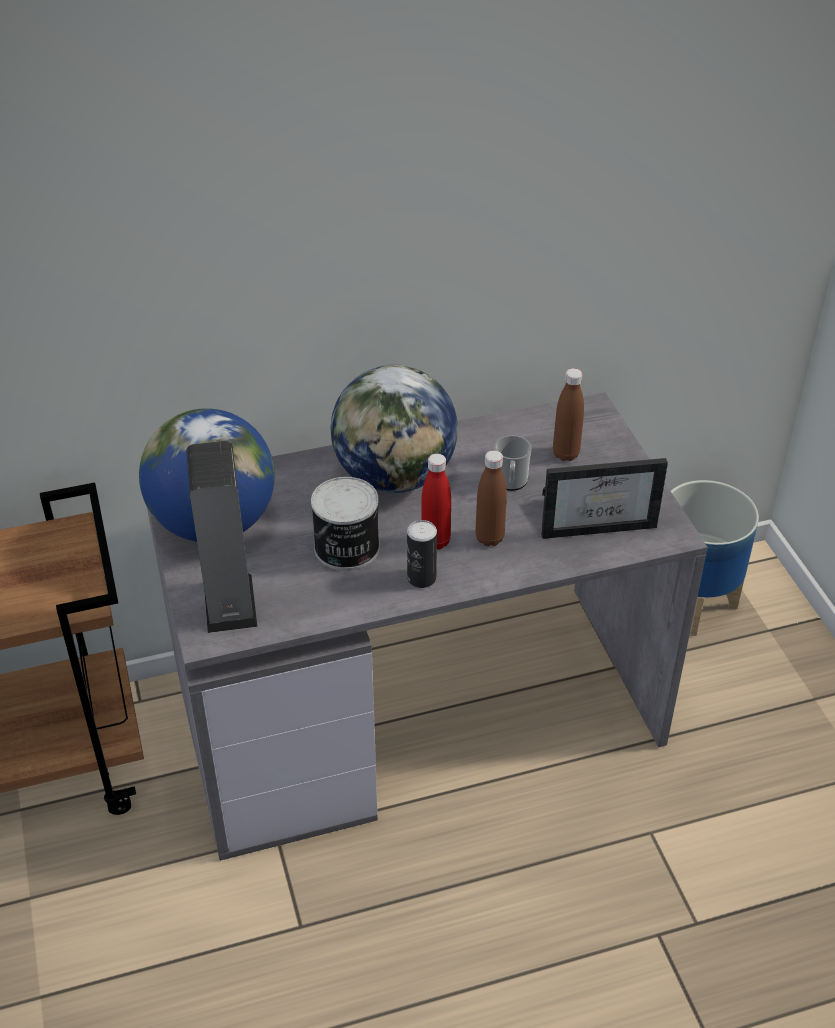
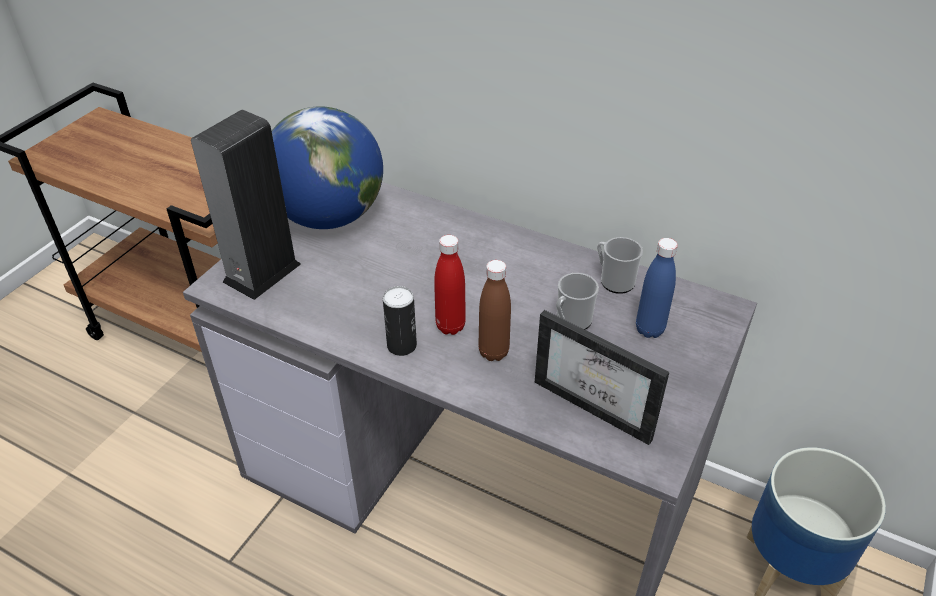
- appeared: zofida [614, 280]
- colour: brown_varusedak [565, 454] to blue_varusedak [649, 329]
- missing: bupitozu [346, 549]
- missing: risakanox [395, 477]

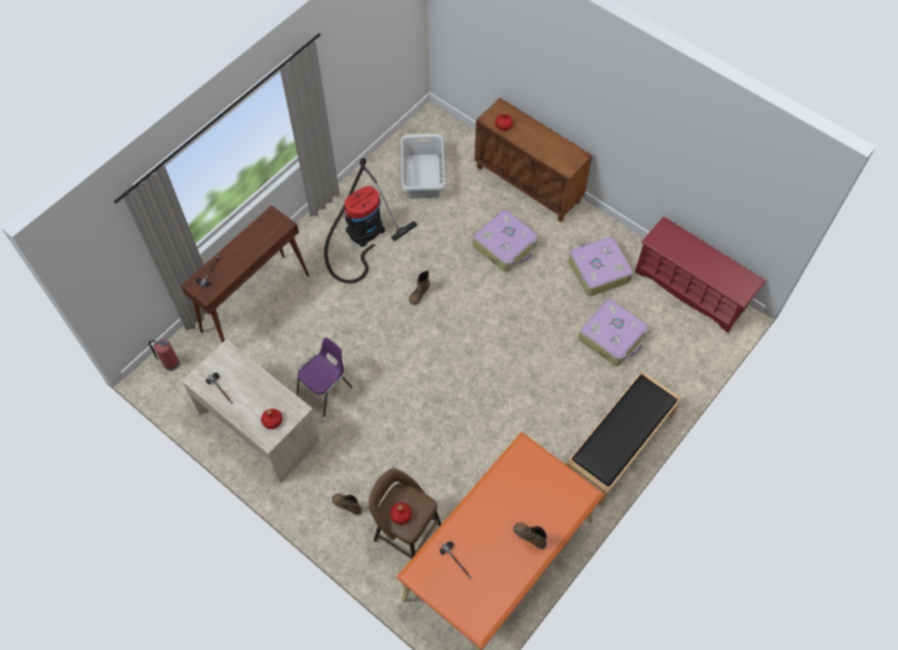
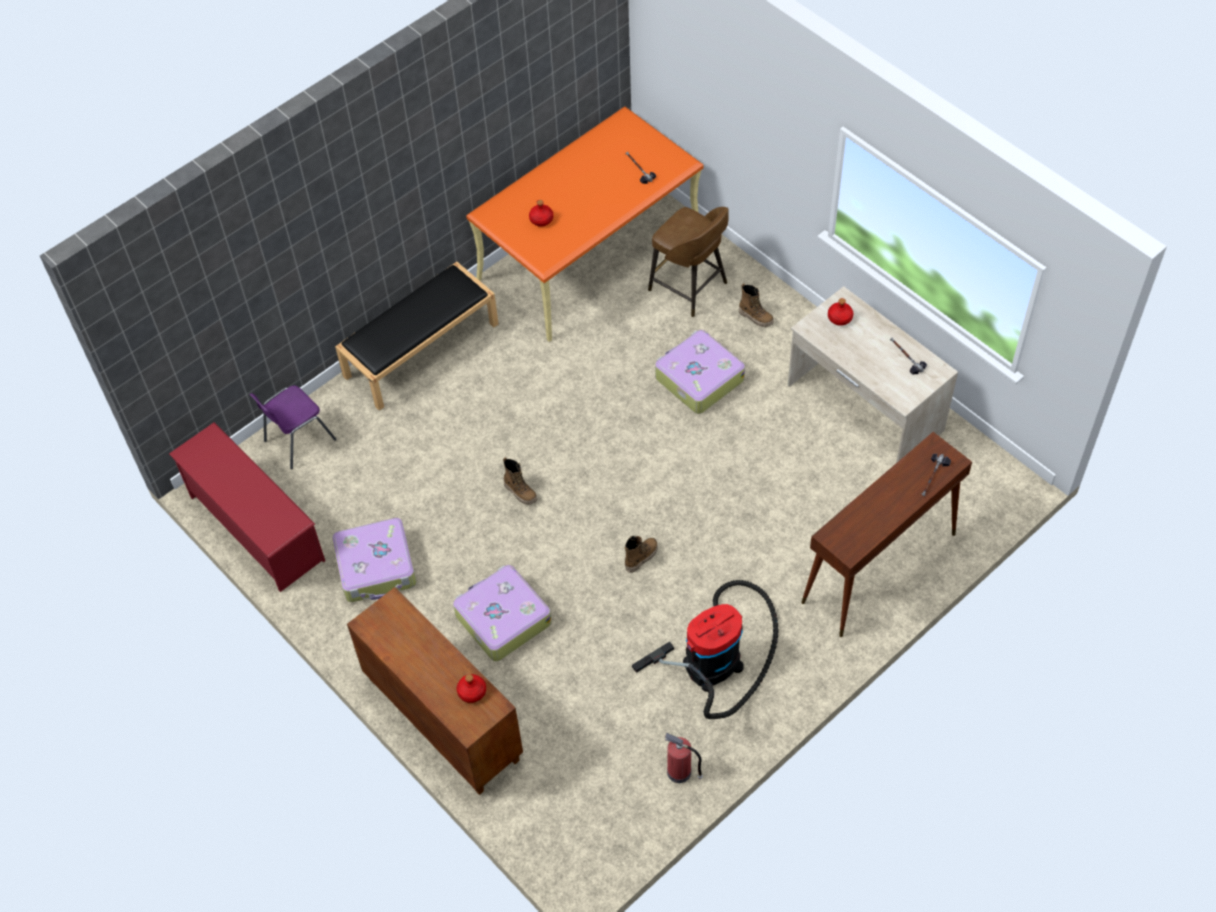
- relocated: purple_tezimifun [326, 390] to [298, 441]
- relocated: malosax [529, 537] to [520, 492]
- relocated: red_varusedak [400, 515] to [541, 219]
- relocated: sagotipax [612, 337] to [698, 379]
- relocated: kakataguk [170, 363] to [680, 772]
- missing: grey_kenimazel [423, 176]

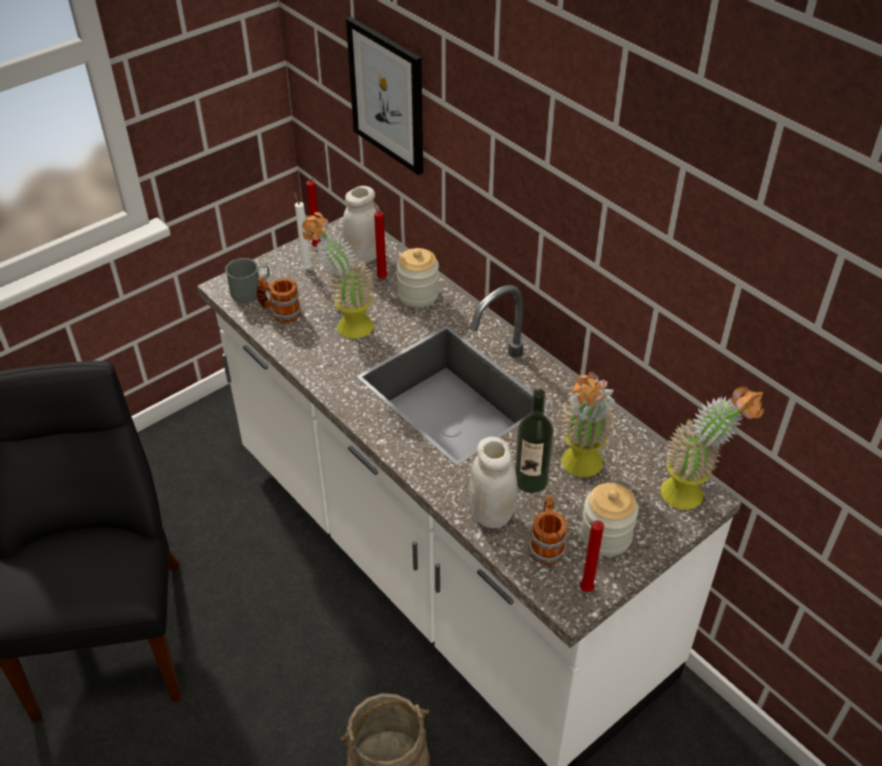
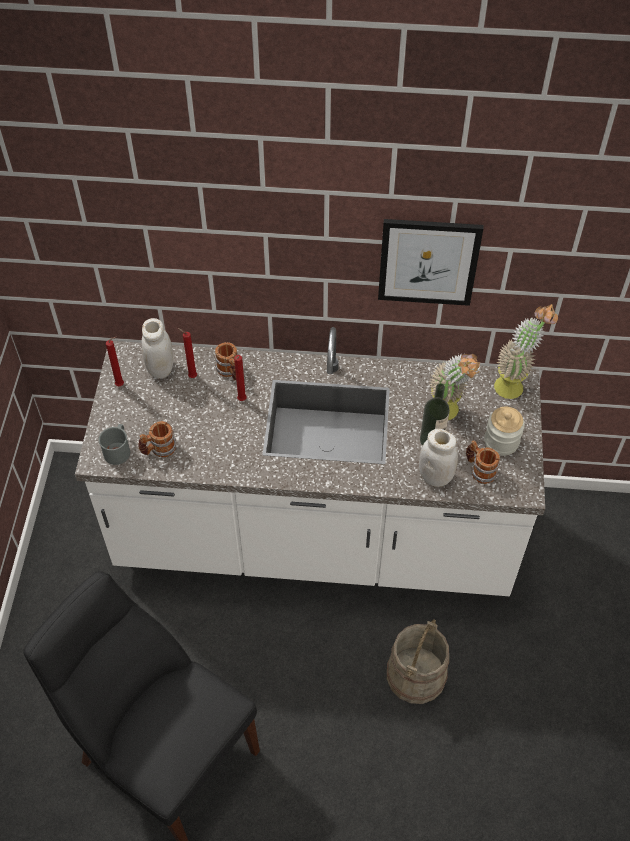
- exchanged: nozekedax [418, 295] to zofida [230, 372]
- relocated: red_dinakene [584, 590] to [241, 400]
- relocated: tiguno [387, 96] to [428, 261]
- missing: white_dinakene [306, 268]
- missing: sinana [345, 326]

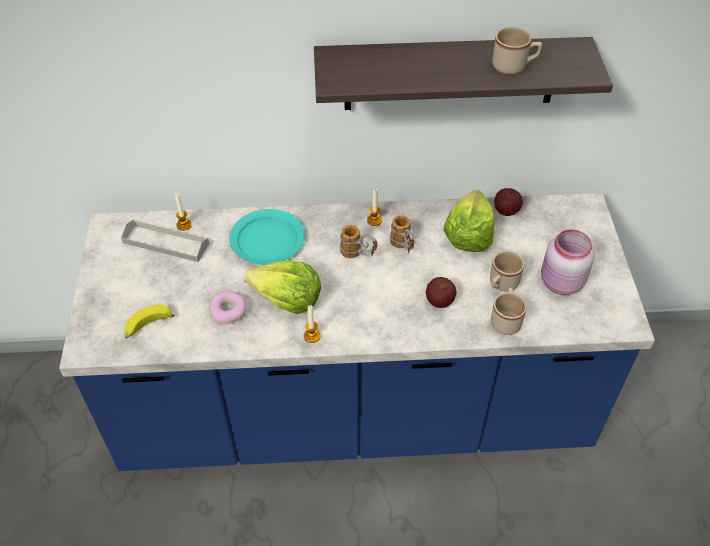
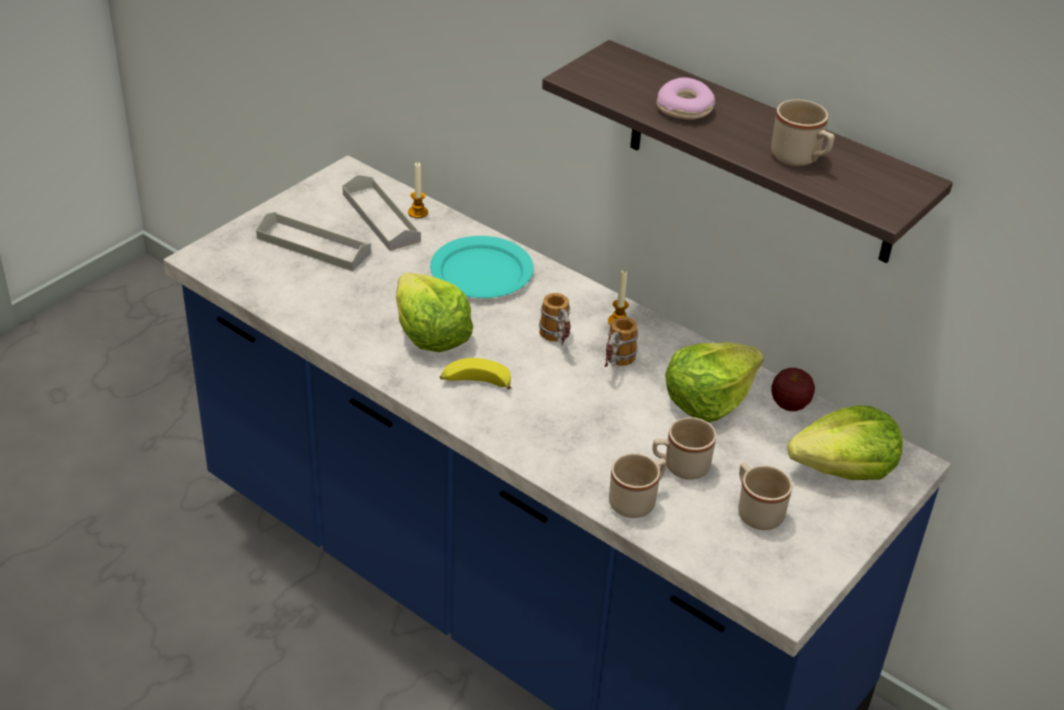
- appeared: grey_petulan [313, 245]
- relocated: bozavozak [147, 326] to [475, 383]
- relocated: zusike [228, 311] to [685, 108]
- exchanged: pink_nozekedax [560, 283] to beige_zofida [756, 511]
- appeared: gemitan [844, 469]
- missing: dinakene [312, 336]
- missing: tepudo [439, 301]

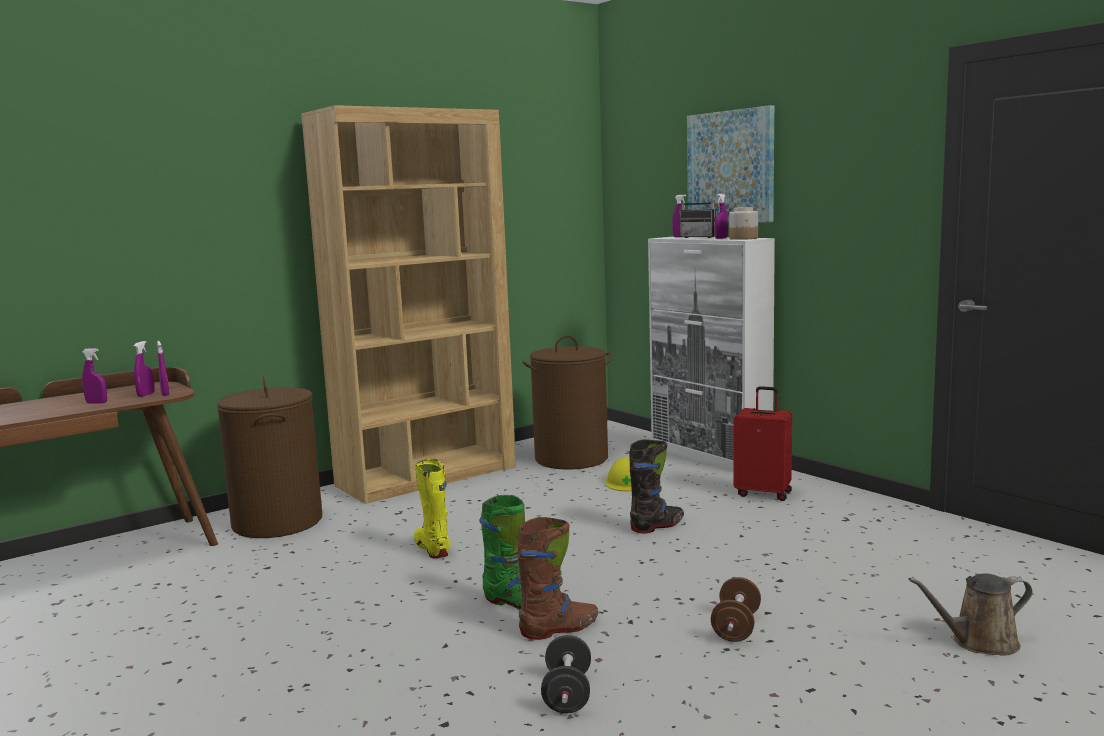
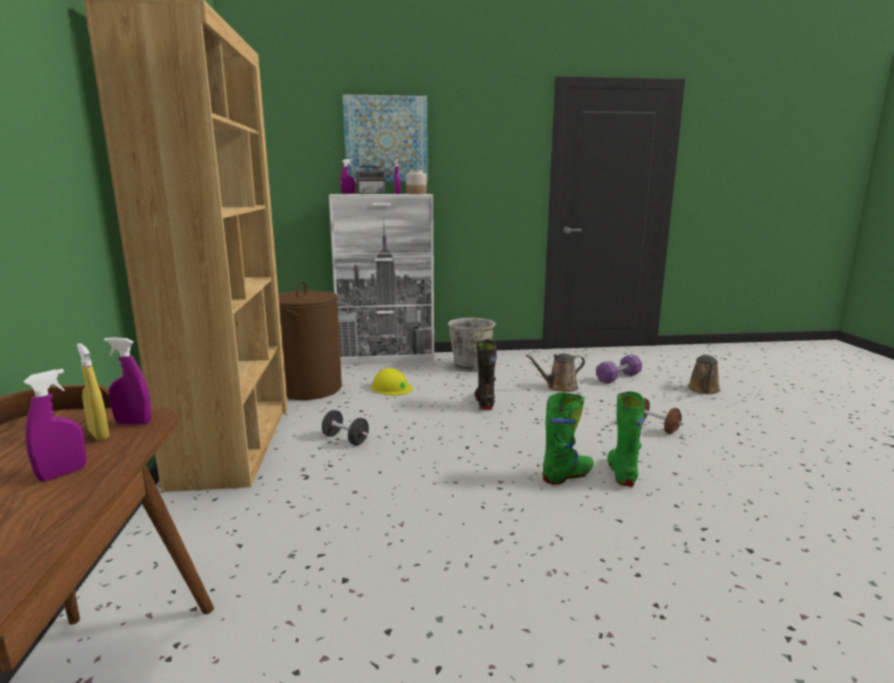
- colour: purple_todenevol [146, 395] to yellow_todenevol [99, 435]
- relocated: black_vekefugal [567, 694] to [345, 439]
- exchanged: red_sagotipax [763, 493] to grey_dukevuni [471, 367]
- appeared: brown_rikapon [559, 387]
- appeared: purple_vekefugal [618, 377]
- colour: brown_malosax [559, 629] to green_malosax [621, 473]
- missing: brown_kenimazel [278, 522]
- missing: yellow_malosax [432, 549]

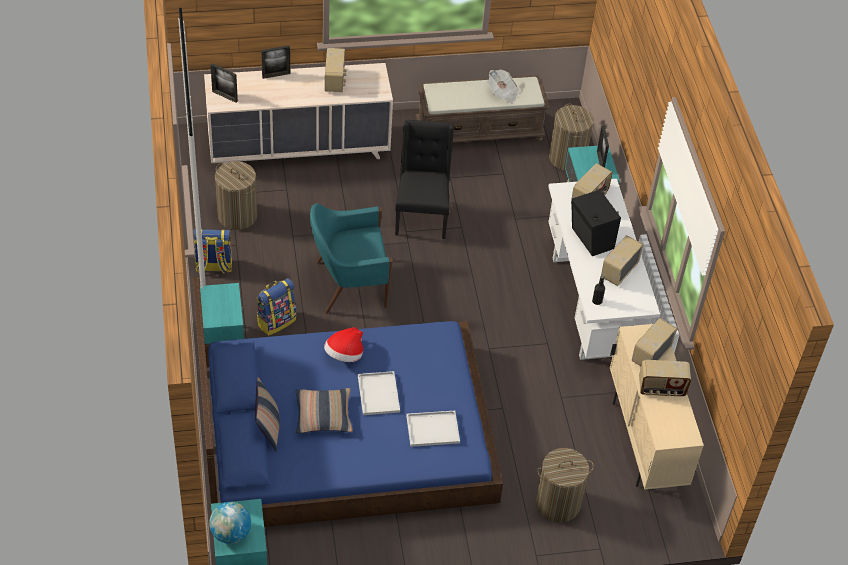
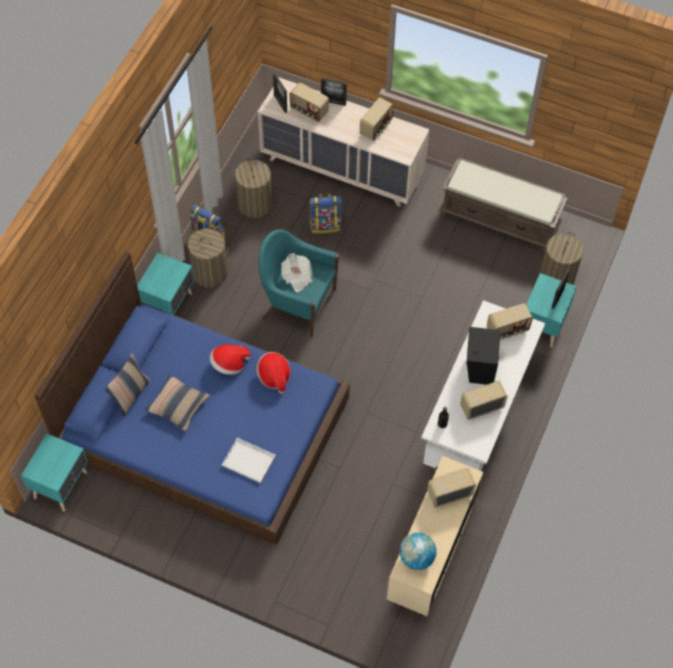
- relocated: kenimazel [558, 504] to [210, 273]
- appeared: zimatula [274, 376]
- relocated: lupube [502, 93] to [297, 277]
- relocated: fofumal [661, 389] to [308, 111]
- relocated: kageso [276, 321] to [325, 225]
- relocated: risakanox [231, 533] to [416, 558]
- missing: white_petulan [378, 393]
- missing: black_tezimifun [421, 216]

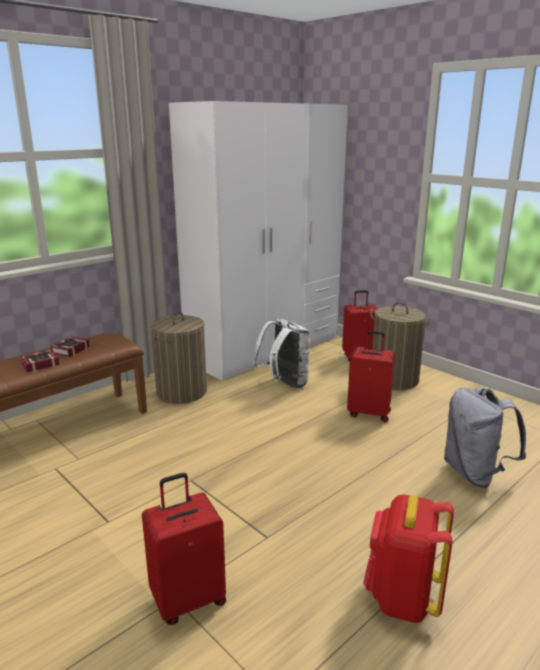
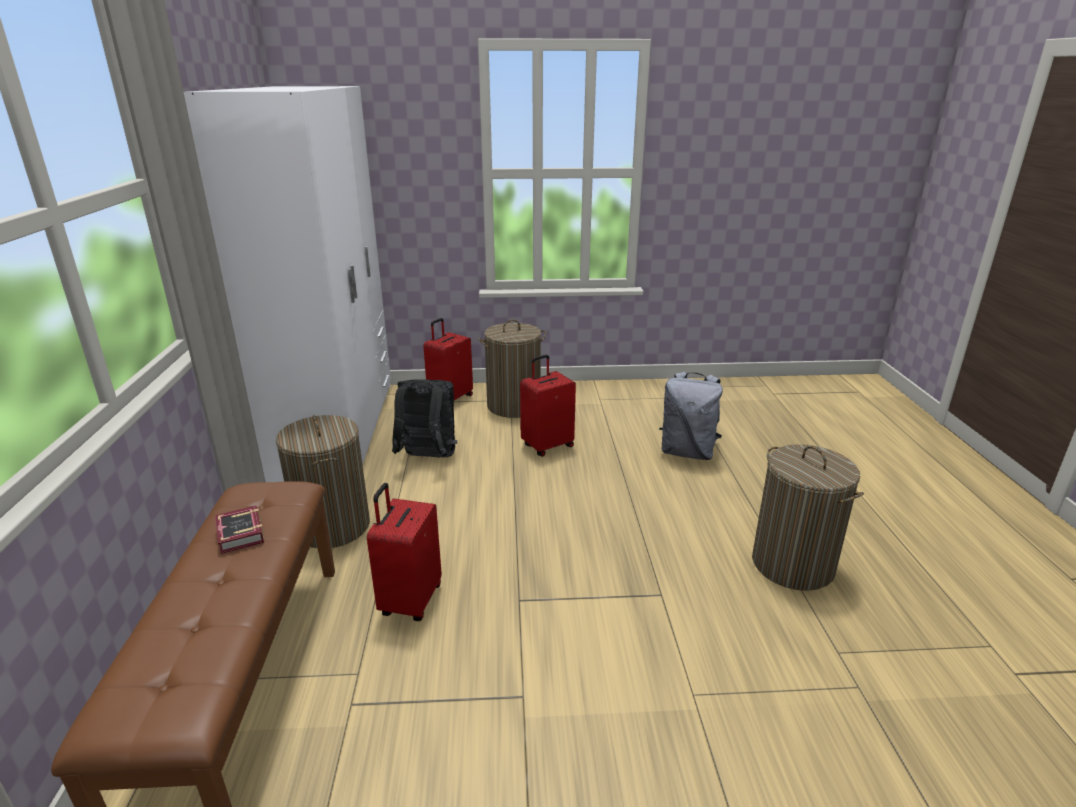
- relocated: red_sagotipax [188, 599] to [409, 601]
- colour: white_kageso [284, 384] to black_kageso [428, 458]
- exchanged: red_kageso [402, 598] to kenimazel [792, 564]
- missing: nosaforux [38, 364]

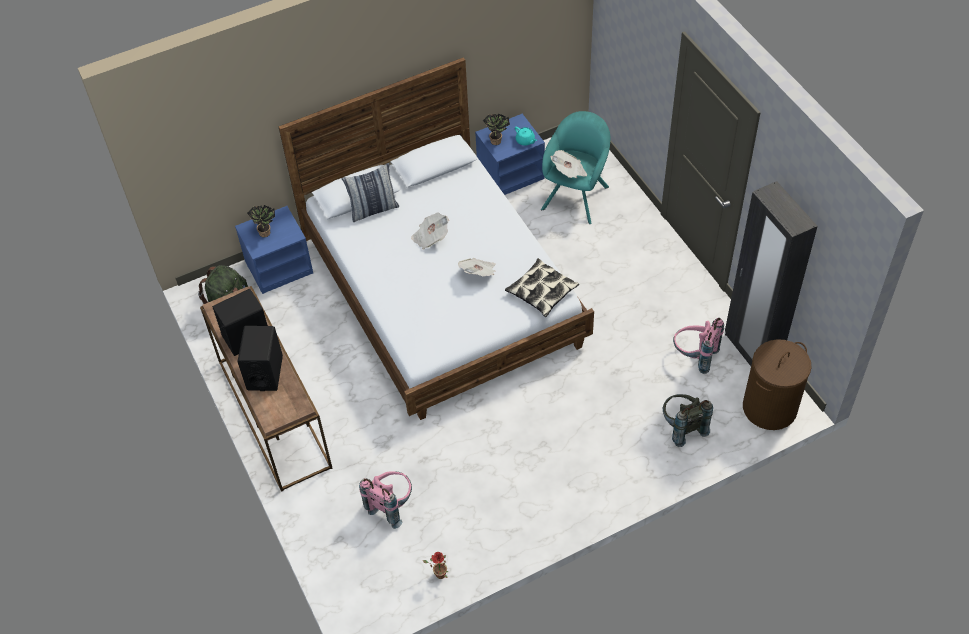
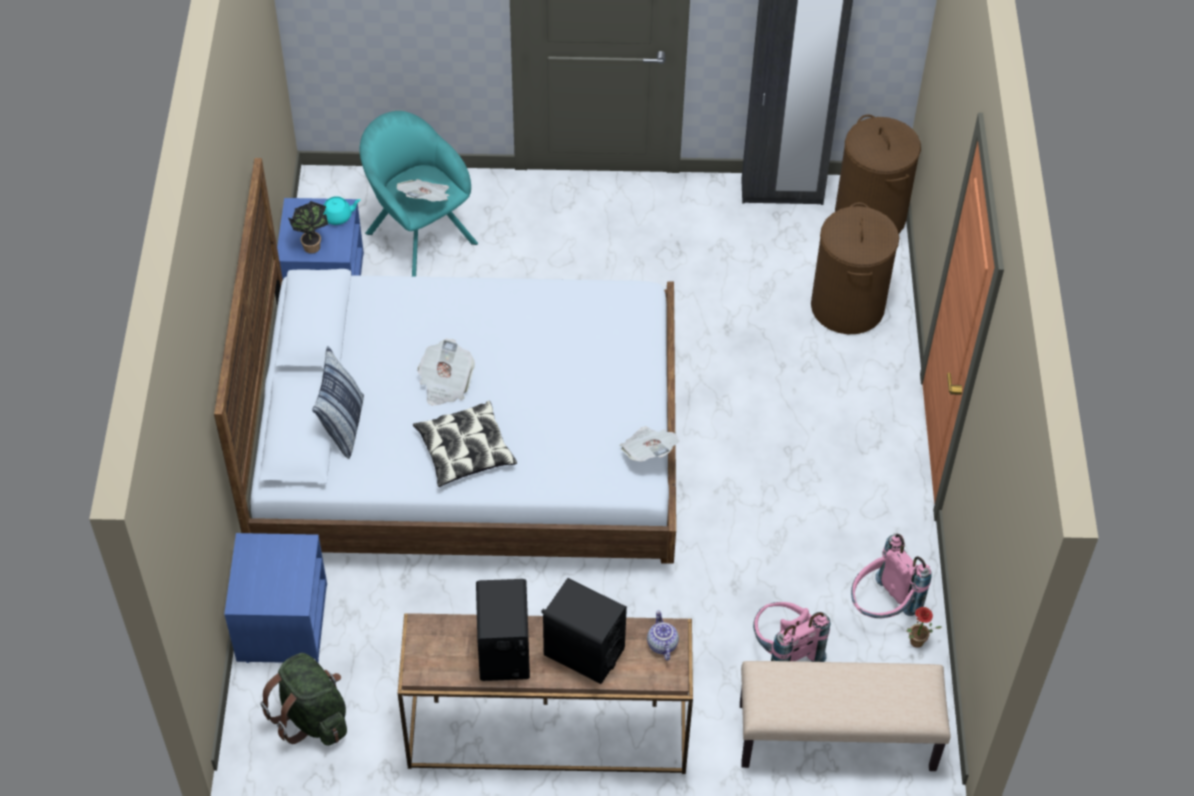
- relocated: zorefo [541, 292] to [465, 451]
- relocated: lupube [479, 273] to [648, 452]
- appeared: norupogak [661, 644]
- appeared: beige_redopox [836, 738]
- exchanged: grey_kageso [682, 427] to brown_kenimazel [848, 307]
- relocated: pink_kageso [694, 357] to [882, 608]
- missing: sinana [266, 232]

